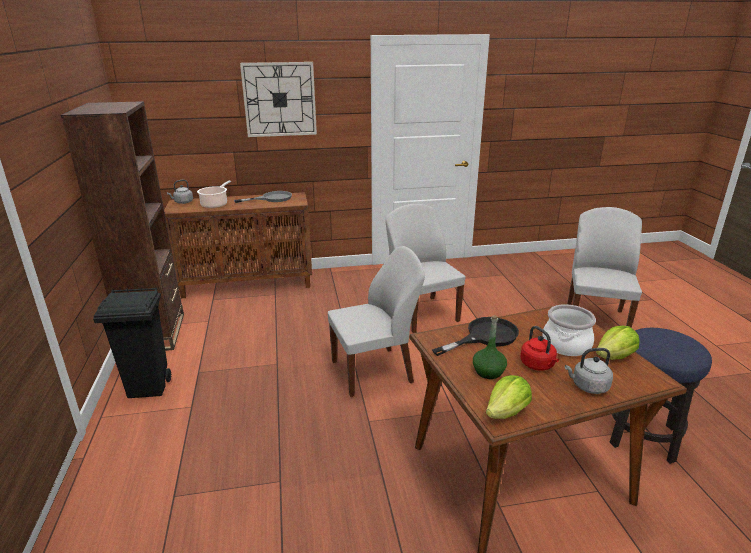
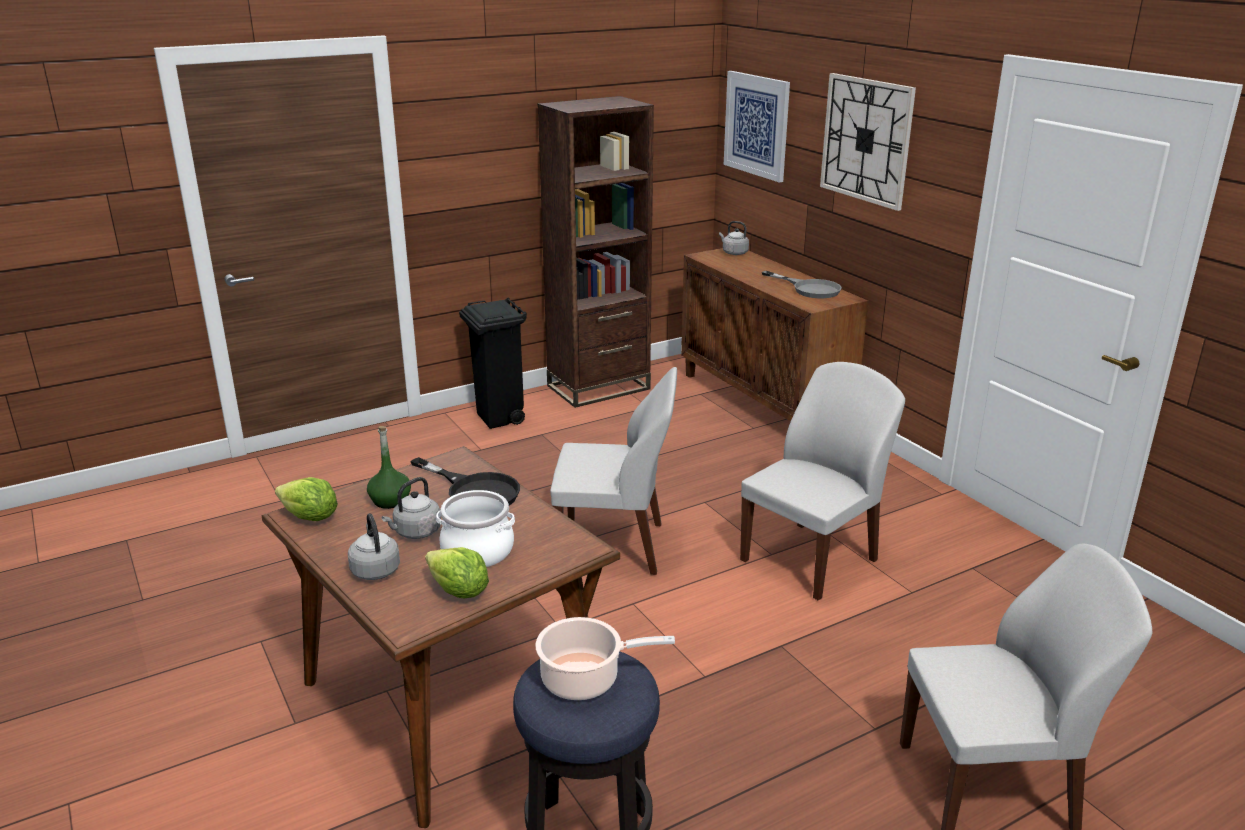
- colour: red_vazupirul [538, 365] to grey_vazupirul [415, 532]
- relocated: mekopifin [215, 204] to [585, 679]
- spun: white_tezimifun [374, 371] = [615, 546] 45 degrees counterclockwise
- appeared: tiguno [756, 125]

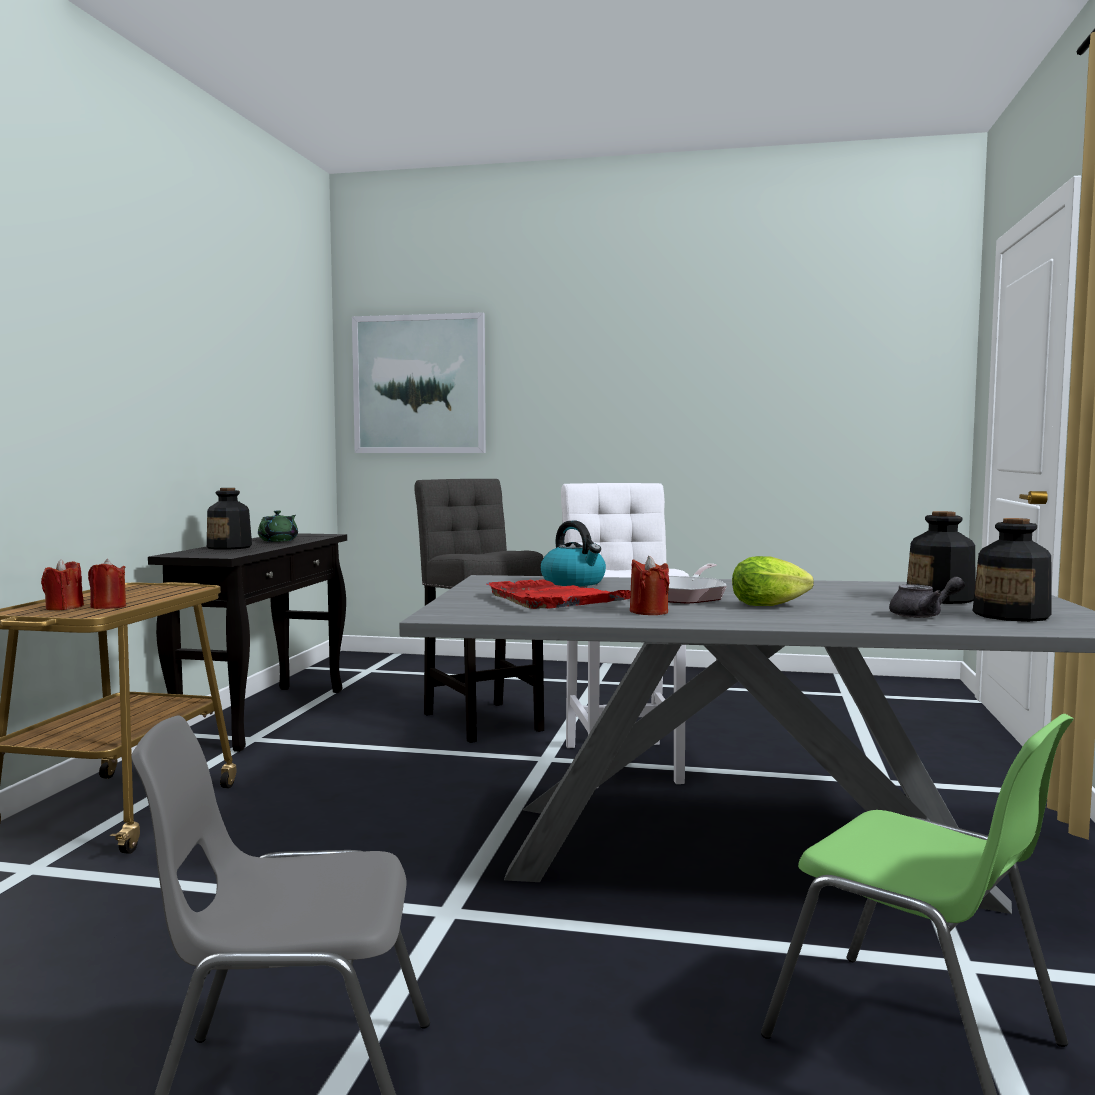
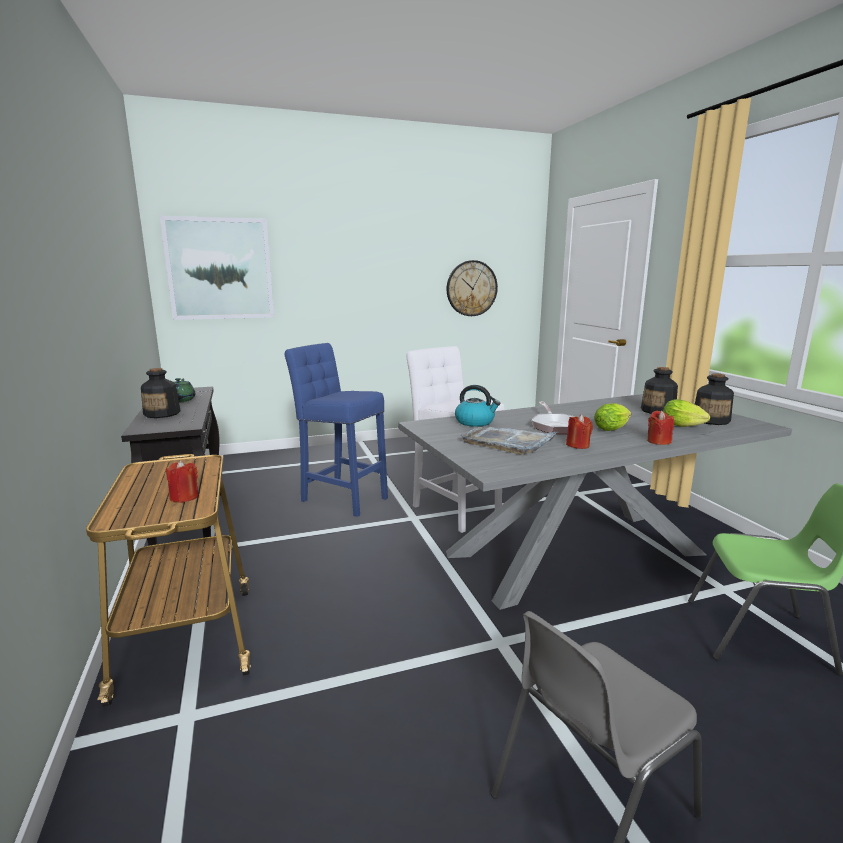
- colour: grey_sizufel [481, 720] to blue_sizufel [341, 498]
- appeared: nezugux [471, 288]
- colour: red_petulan [557, 600] to grey_petulan [509, 442]
- relocated: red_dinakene [64, 608] to [658, 441]
- exchanged: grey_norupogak [923, 615] to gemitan [684, 426]

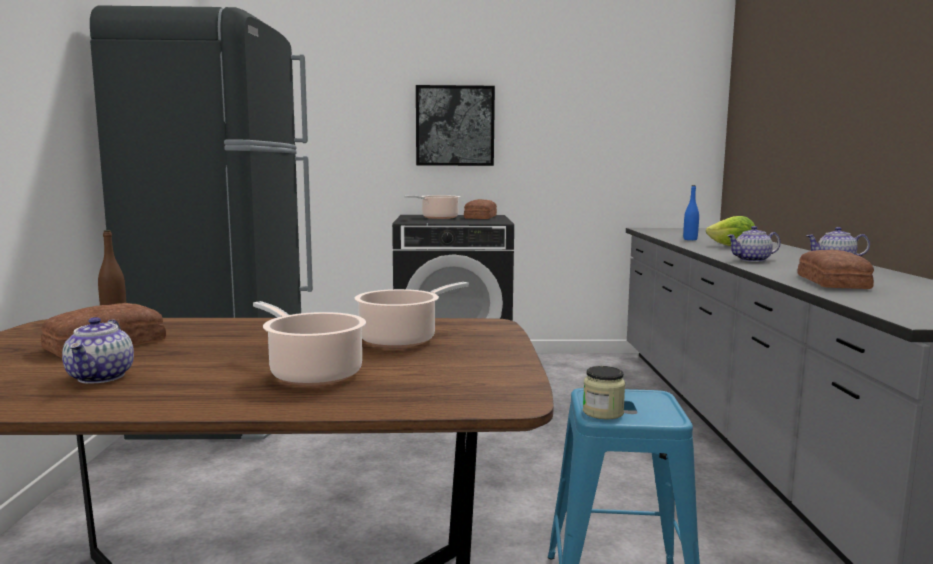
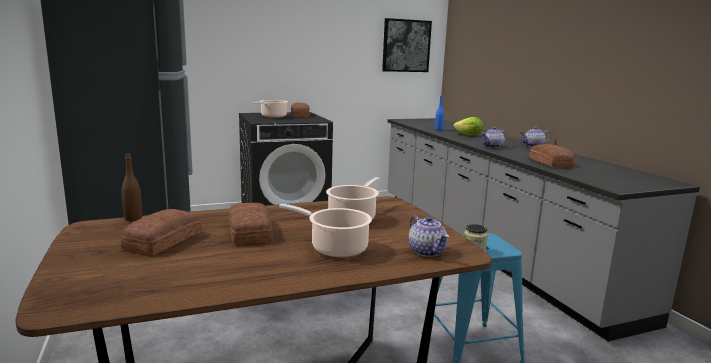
- appeared: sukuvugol [248, 232]
- relocated: tiguno [455, 126] to [406, 46]
- relocated: norupogak [101, 377] to [427, 251]

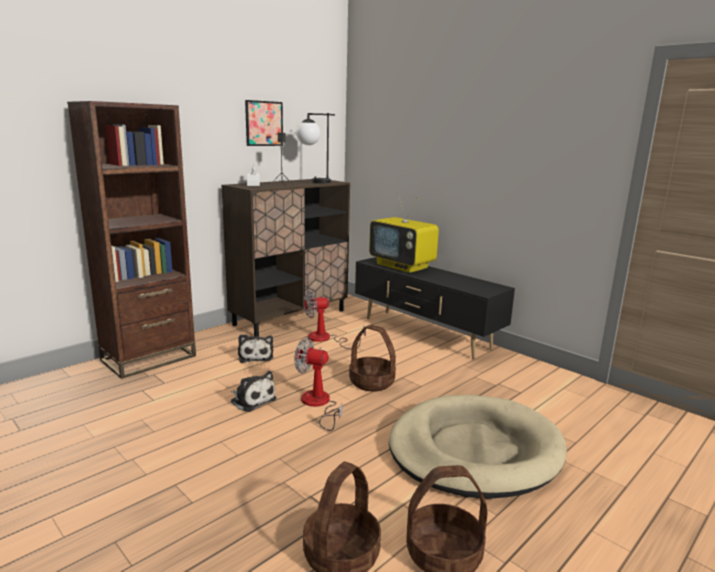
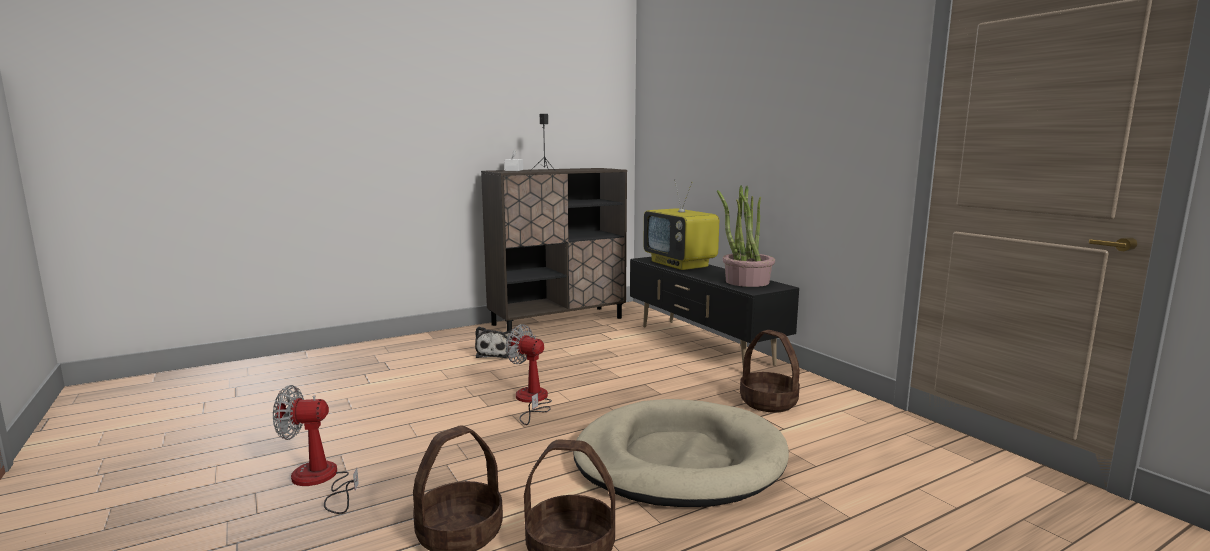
- relocated: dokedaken [326, 339] to [320, 481]
- appeared: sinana [746, 282]
- relocated: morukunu [372, 382] to [769, 402]
- missing: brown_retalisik [149, 358]
- missing: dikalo [252, 400]
- missing: tiguno [264, 123]
- missing: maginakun [313, 182]

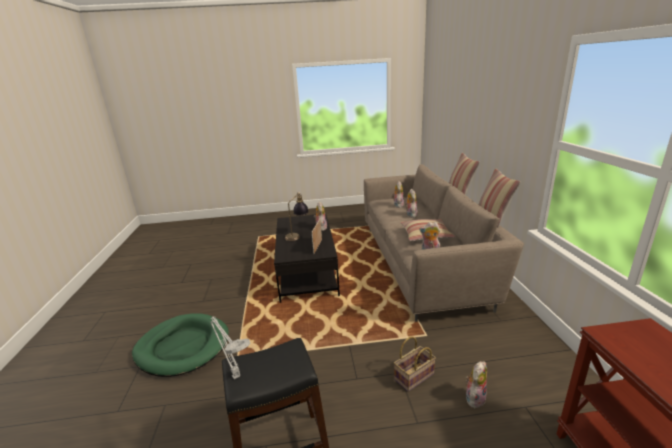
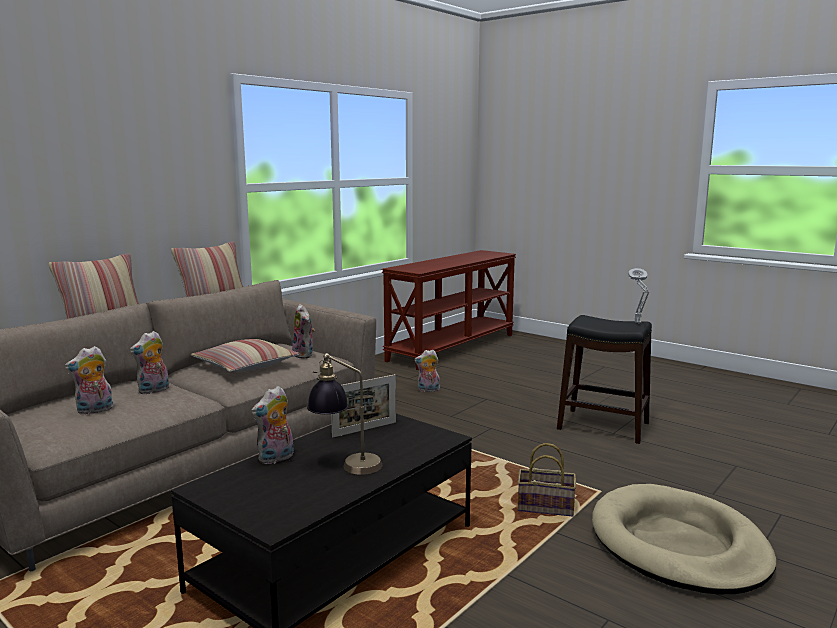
- relocated: morukunu [414, 377] to [547, 507]
- colour: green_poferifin [183, 347] to beige_poferifin [678, 545]

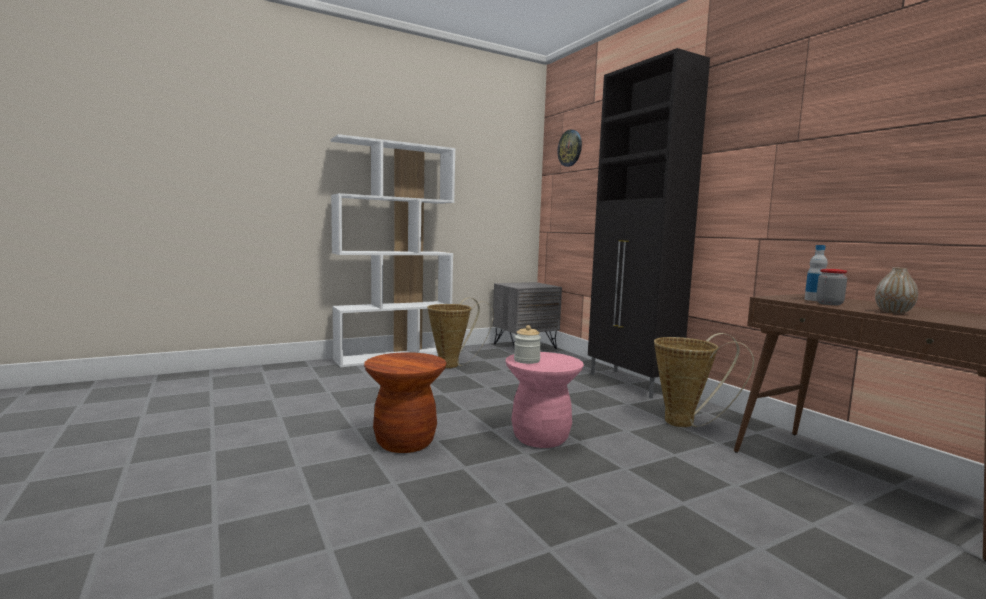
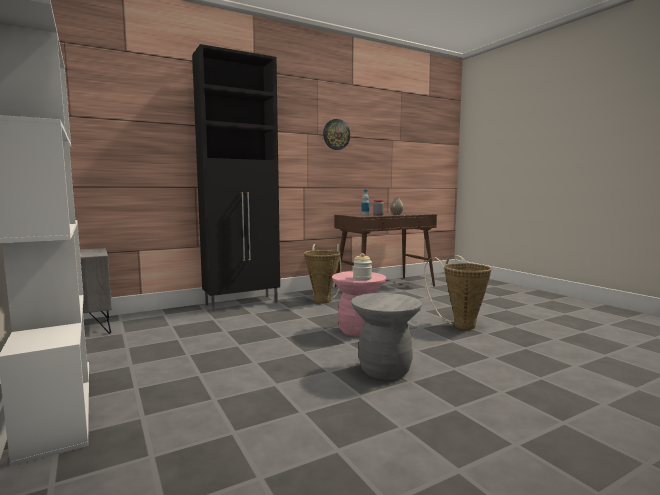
- relocated: nezugux [570, 148] to [336, 134]
- colour: brown_sizufel [405, 442] to grey_sizufel [384, 370]
- relocated: morukunu [453, 365] to [460, 325]

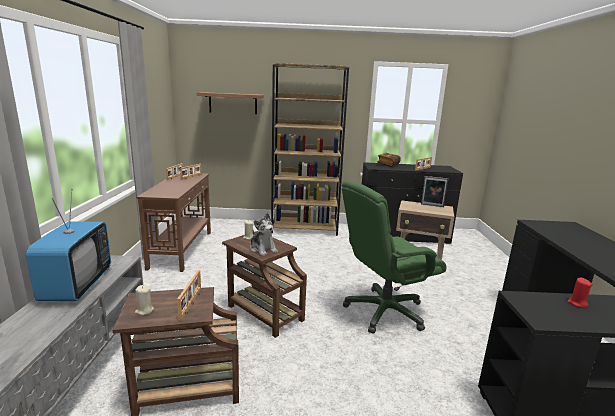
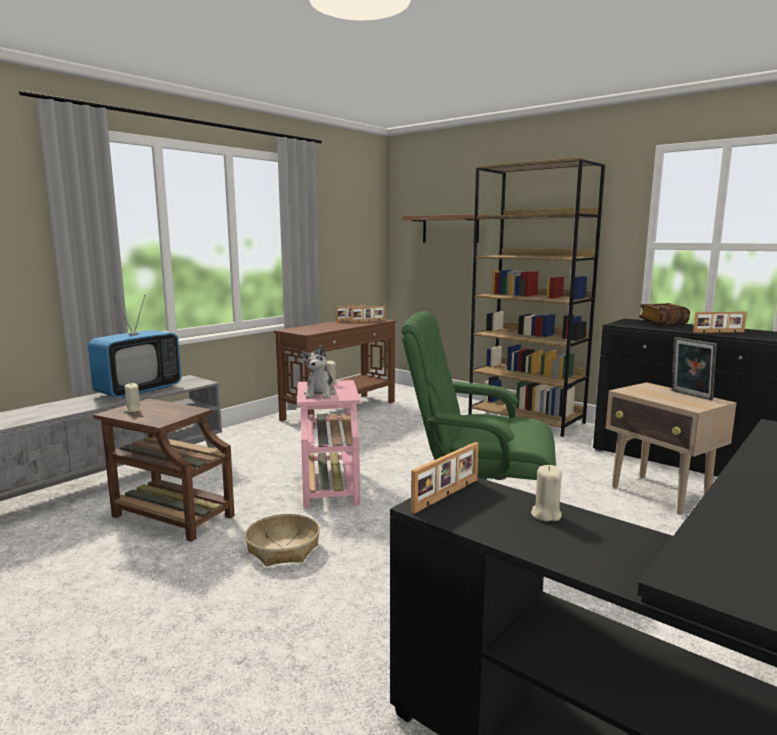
- appeared: morukunu [283, 549]
- colour: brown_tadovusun [263, 312] to pink_tadovusun [329, 485]
- relocated: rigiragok [191, 304] to [447, 495]
- colour: red_dinakene [577, 303] to beige_dinakene [545, 515]

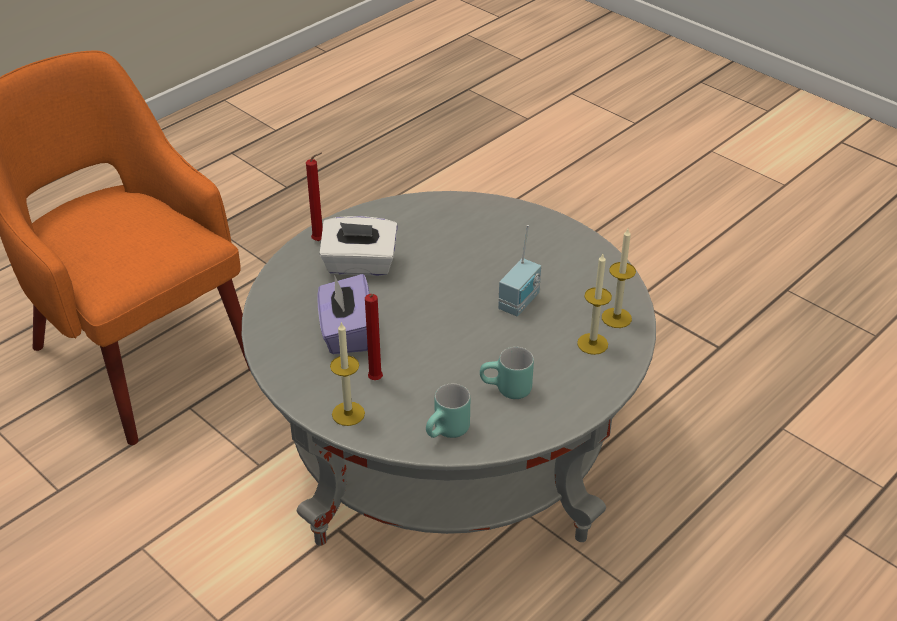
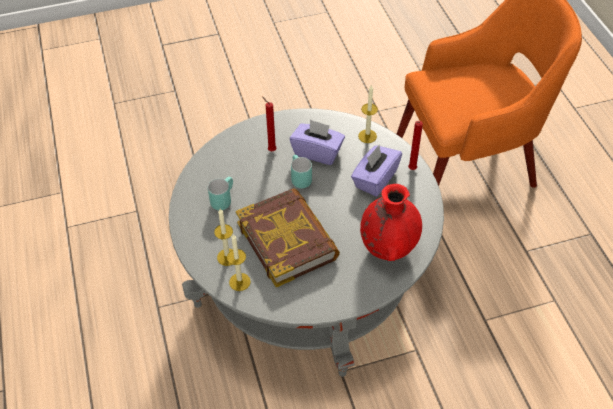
- exchanged: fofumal [520, 303] to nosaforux [287, 240]
- relocated: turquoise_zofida [448, 433] to [298, 178]
- colour: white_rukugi [359, 265] to purple_rukugi [375, 179]
- relocated: dinakene [348, 413] to [367, 136]
- appeared: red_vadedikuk [388, 248]

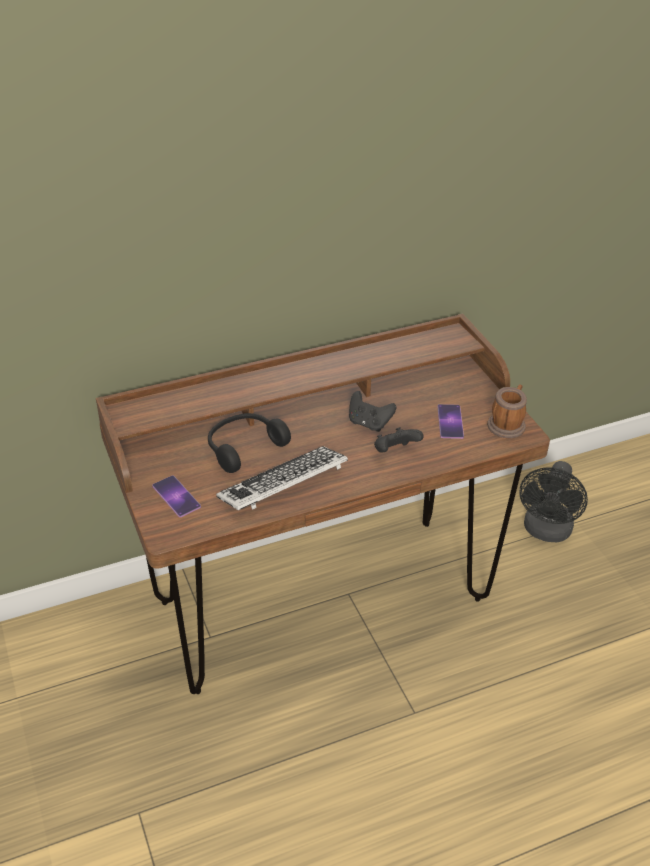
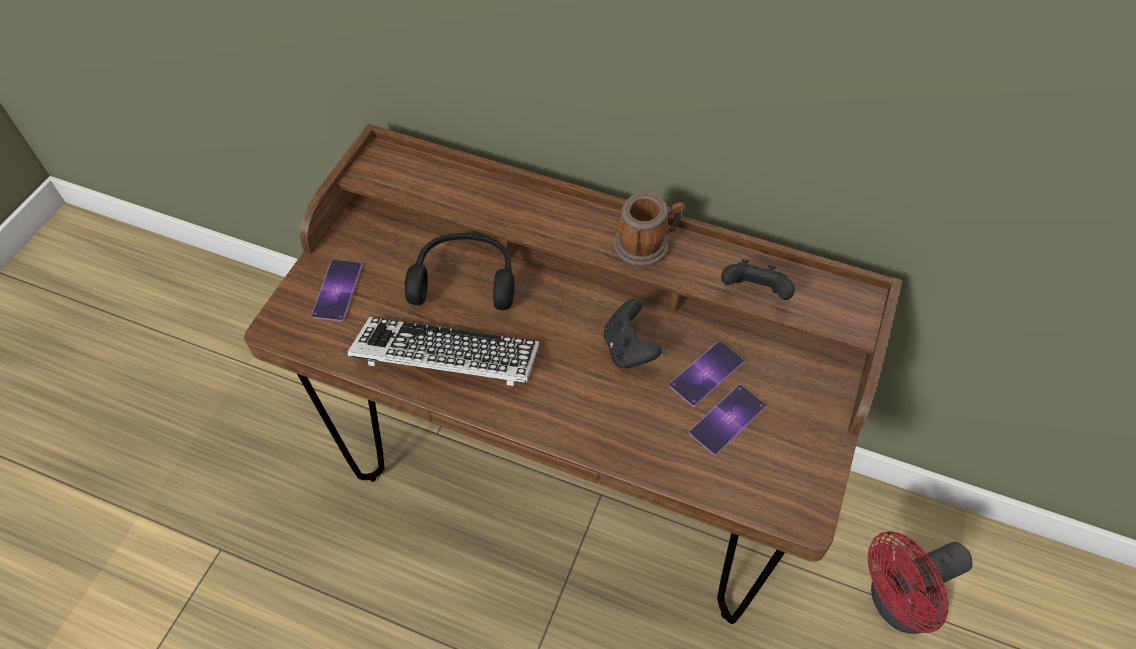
- relocated: zofida [507, 424] to [647, 244]
- appeared: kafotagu [706, 373]
- relocated: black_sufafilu [395, 452] to [754, 293]
- colour: black_dokedaken [546, 532] to red_dokedaken [896, 604]

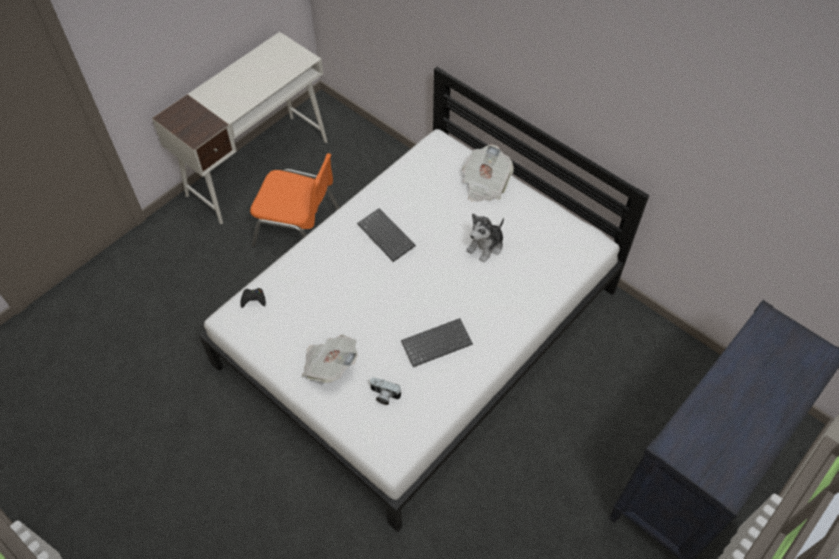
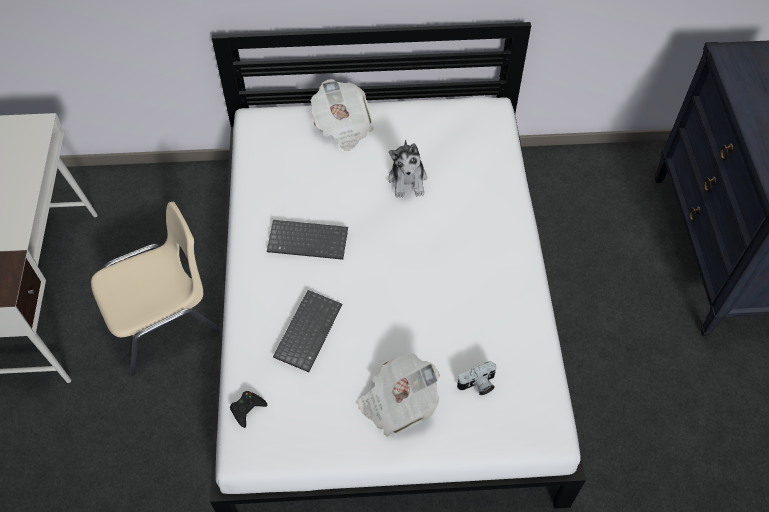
- colour: orange_tezimifun [299, 228] to beige_tezimifun [163, 318]
- relocated: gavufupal [437, 342] to [307, 330]

